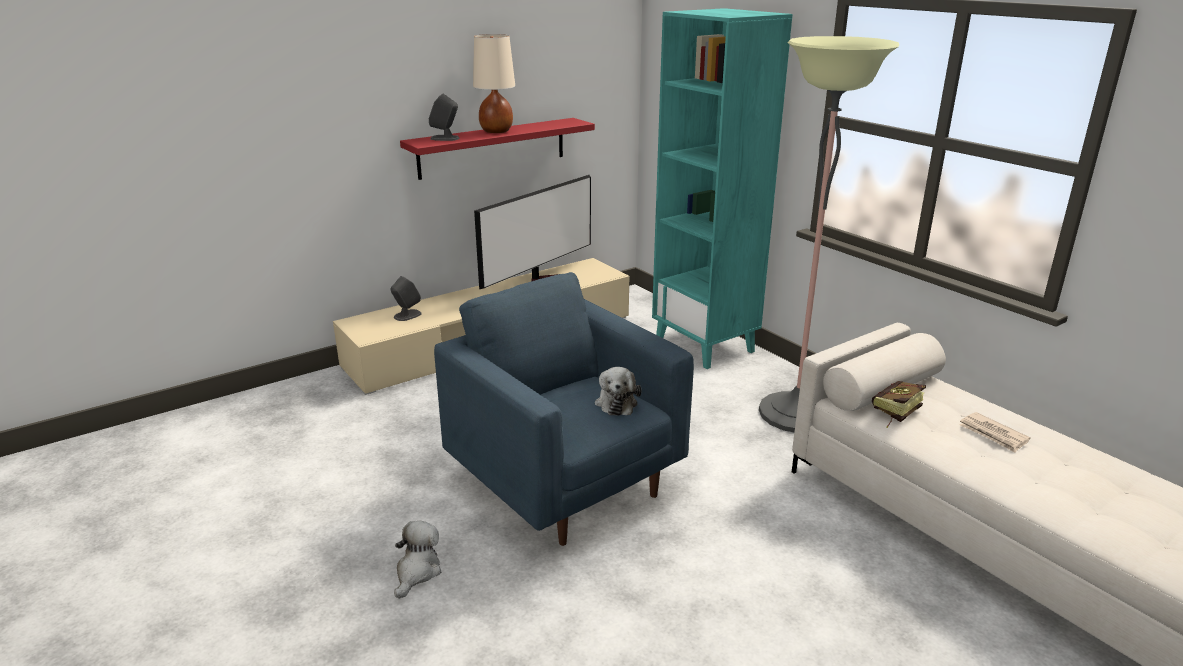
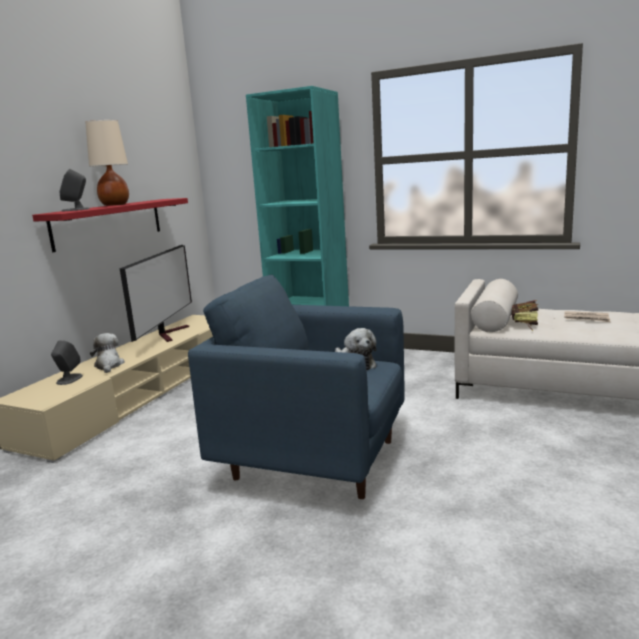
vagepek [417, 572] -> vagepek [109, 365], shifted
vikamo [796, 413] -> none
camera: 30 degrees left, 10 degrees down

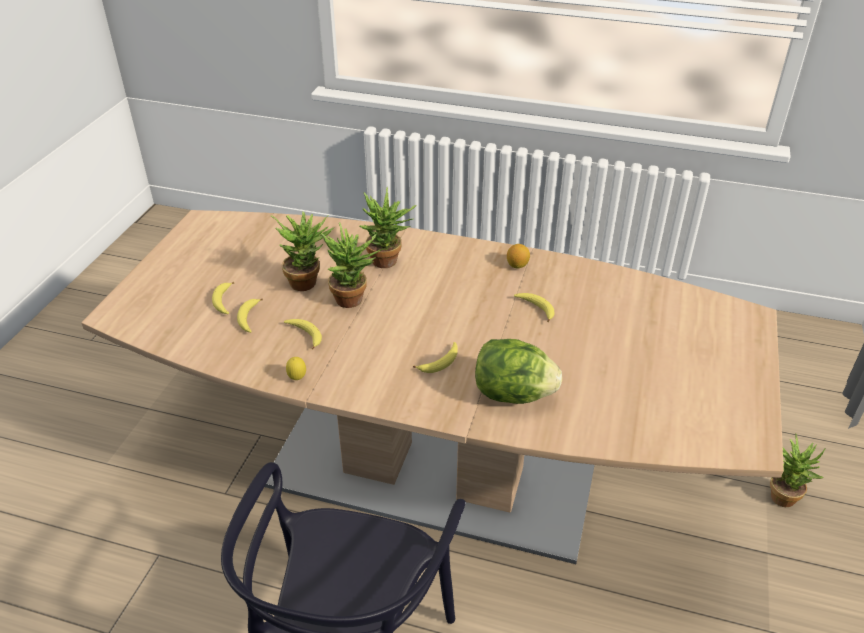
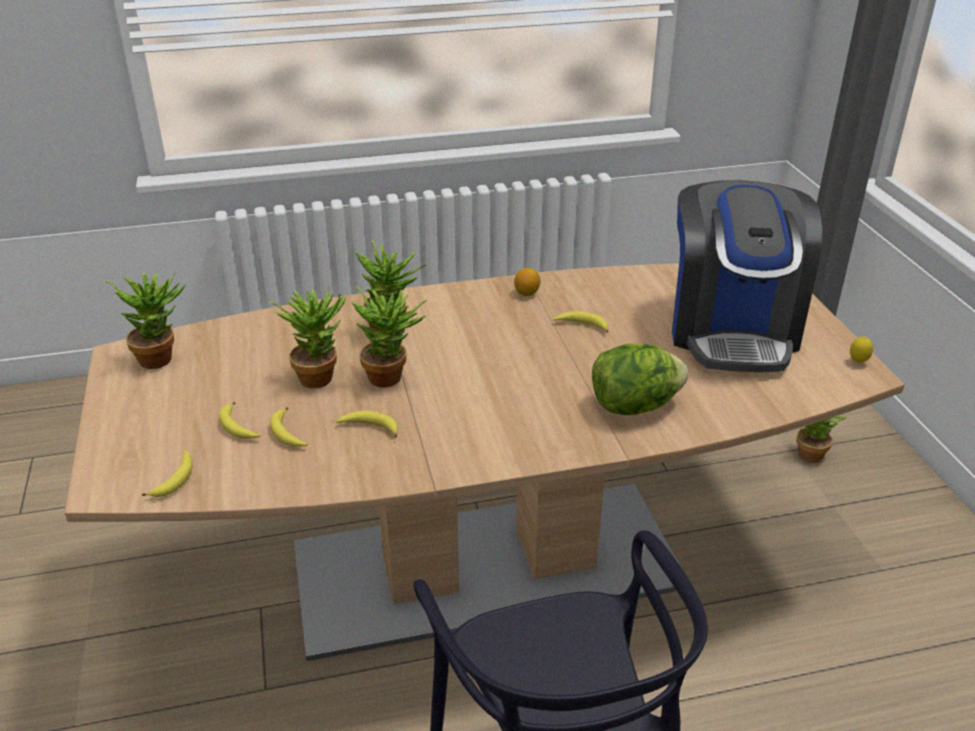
none -> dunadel [161, 357]
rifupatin [440, 362] -> rifupatin [175, 479], shifted
none -> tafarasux [732, 330]
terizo [297, 379] -> terizo [858, 362], shifted
camera: 30 degrees left, 5 degrees down

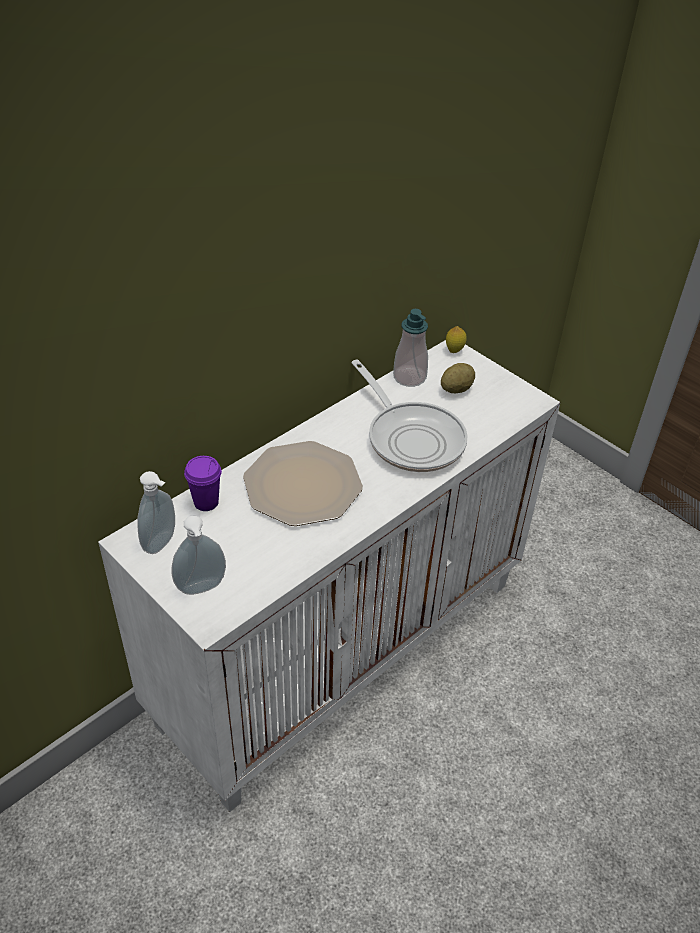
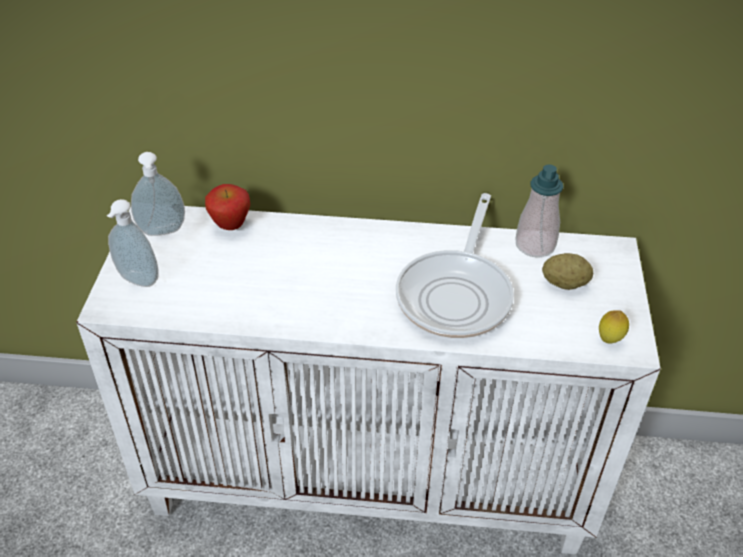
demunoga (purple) [206, 502] -> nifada [231, 226]
terizo [454, 351] -> terizo [609, 340], shifted
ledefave [301, 484] -> none
camera: 50 degrees right, 0 degrees up

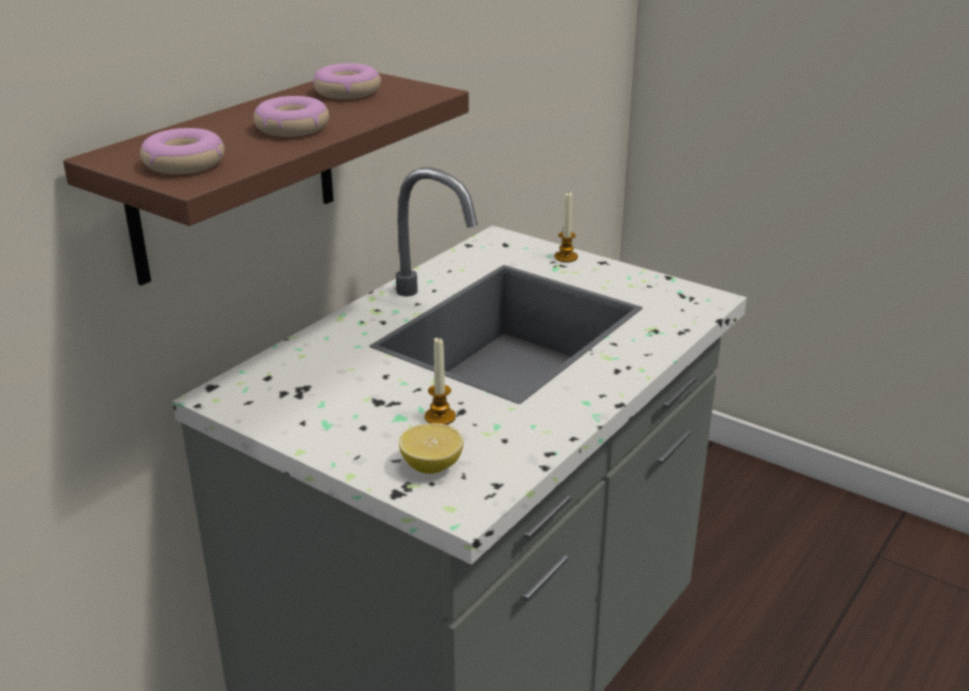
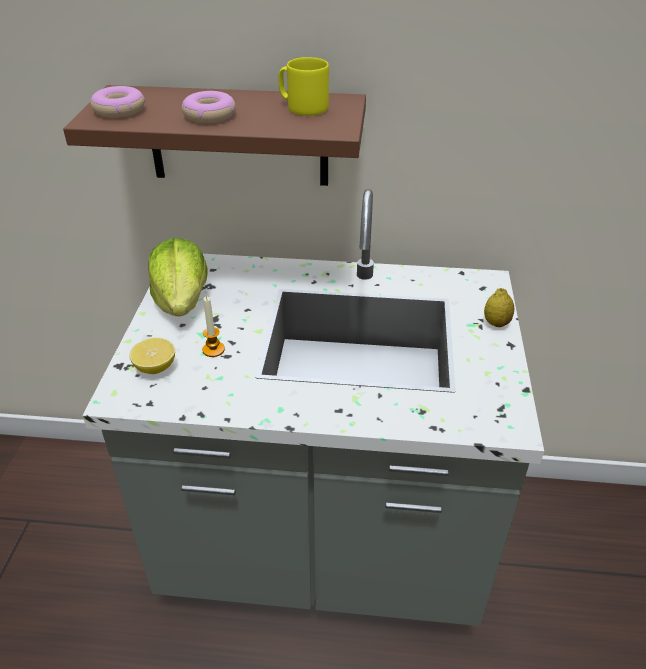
none -> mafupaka [182, 301]
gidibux [347, 92] -> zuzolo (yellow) [303, 107]
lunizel [566, 257] -> terizo [496, 323]
camera: 60 degrees right, 10 degrees up

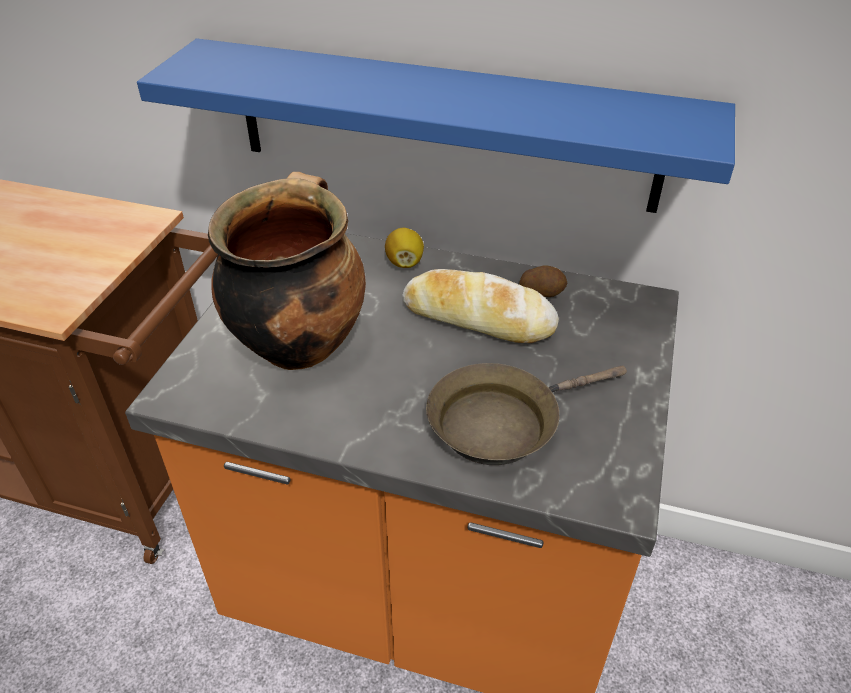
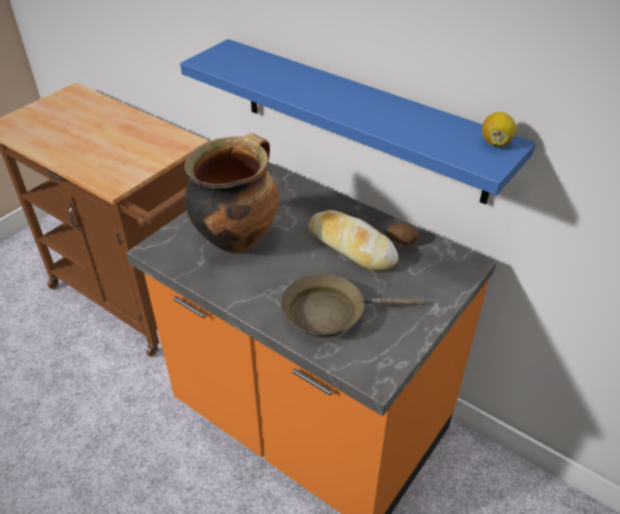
terizo [404, 262] -> terizo [495, 142], shifted
camera: 20 degrees right, 0 degrees up

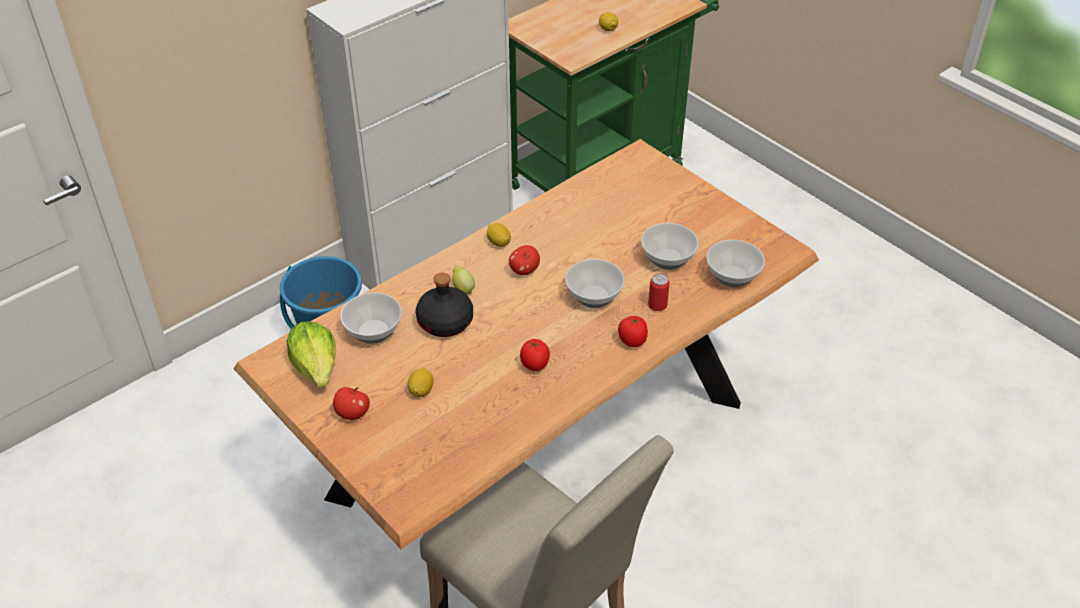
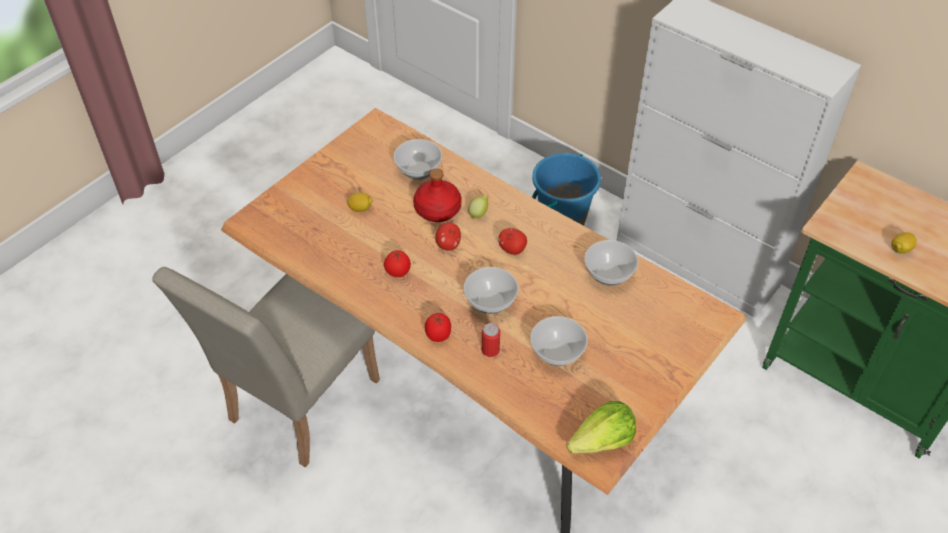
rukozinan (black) [446, 321] -> rukozinan (red) [438, 210]
nifada [352, 414] -> nifada [448, 245], shifted
mafupaka [317, 368] -> mafupaka [602, 441], shifted
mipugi [732, 275] -> mipugi [609, 274], shifted
terizo [498, 242] -> none
camera: 80 degrees right, 5 degrees up

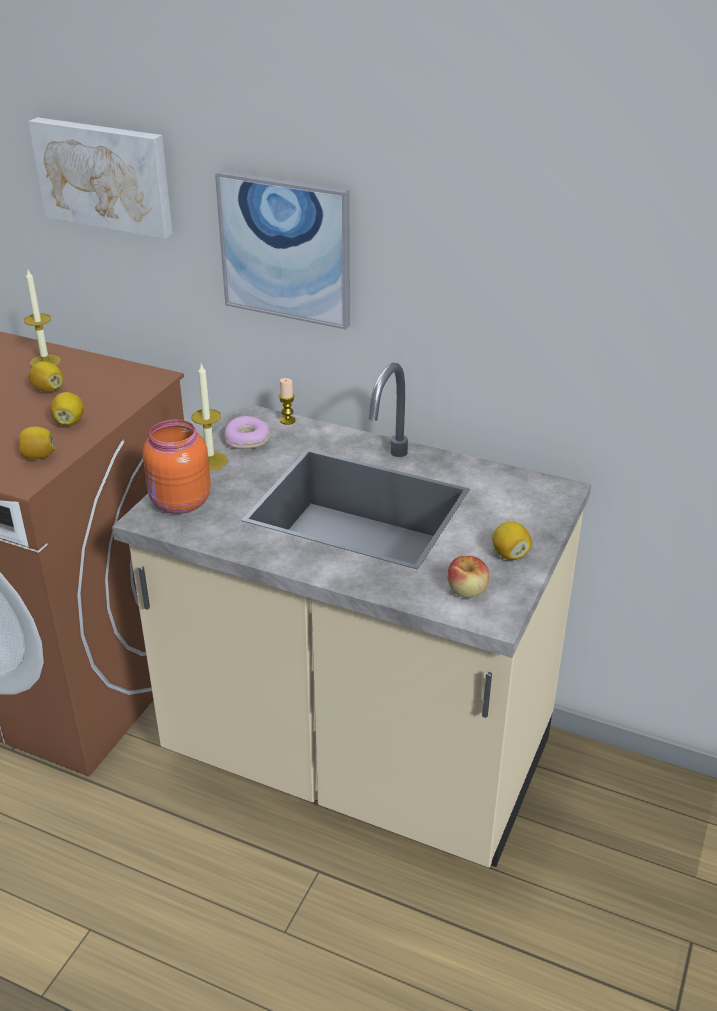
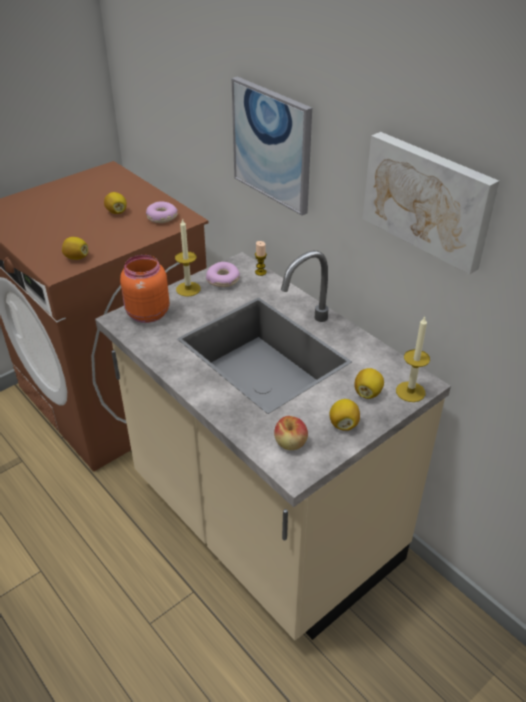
none -> gidibux [161, 217]
terizo [69, 422] -> terizo [367, 393], shifted
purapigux [105, 175] -> purapigux [428, 199], shifted
lunizel [45, 362] -> lunizel [410, 392], shifted
camera: 25 degrees right, 5 degrees up

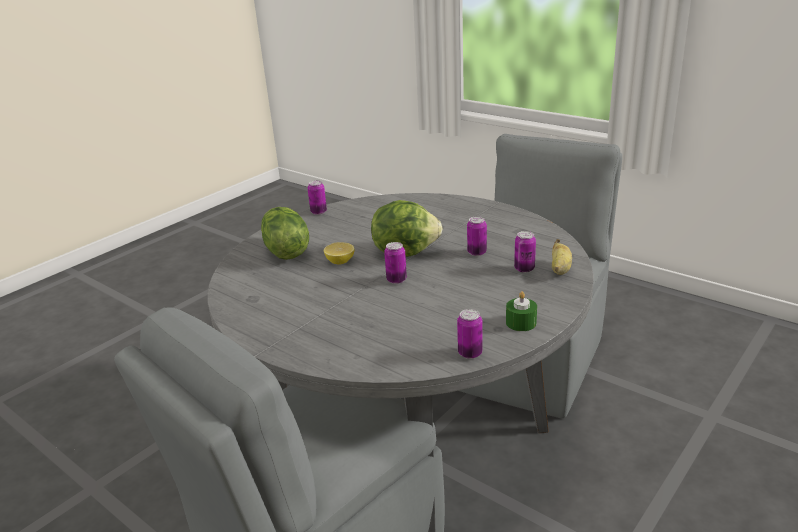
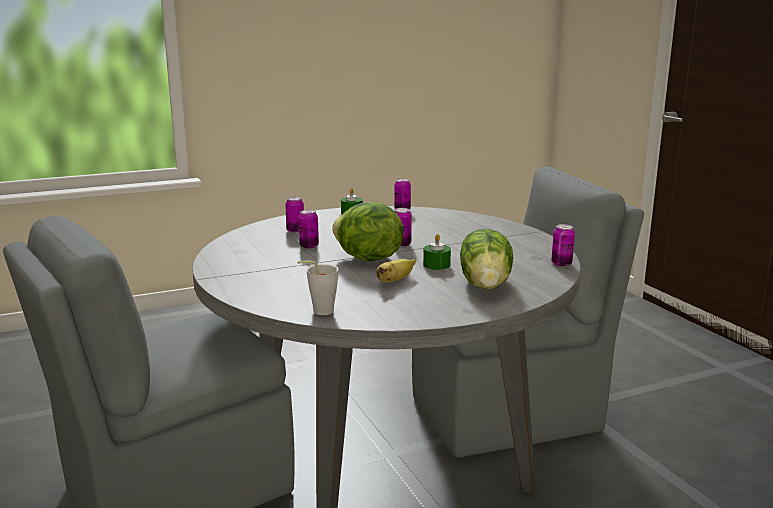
none -> demunoga (grey) [318, 312]
rifupatin [560, 269] -> rifupatin [394, 281], shifted
terizo [340, 261] -> lunizel (green) [436, 265]
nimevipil [318, 212] -> nimevipil [561, 264], shifted
camera: 155 degrees left, 10 degrees down

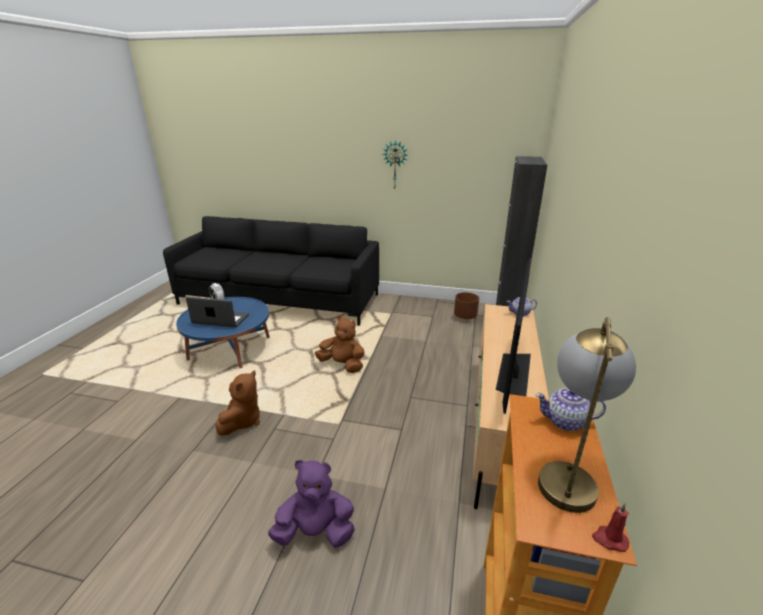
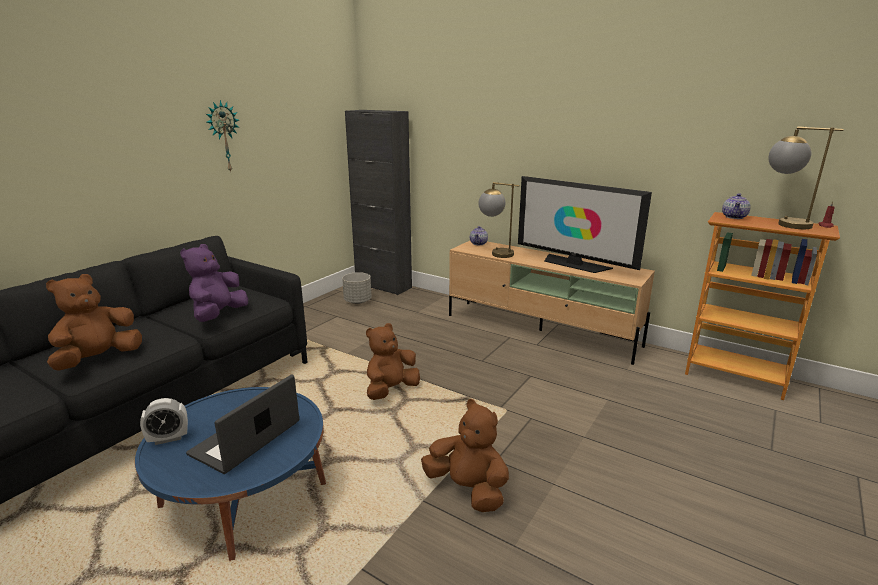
none -> vagepek (brown) [99, 359]
vagepek (purple) [315, 532] -> vagepek (purple) [218, 315], shifted
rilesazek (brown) [465, 316] -> rilesazek (grey) [357, 301]
none -> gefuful [495, 253]
camera: 70 degrees left, 5 degrees down

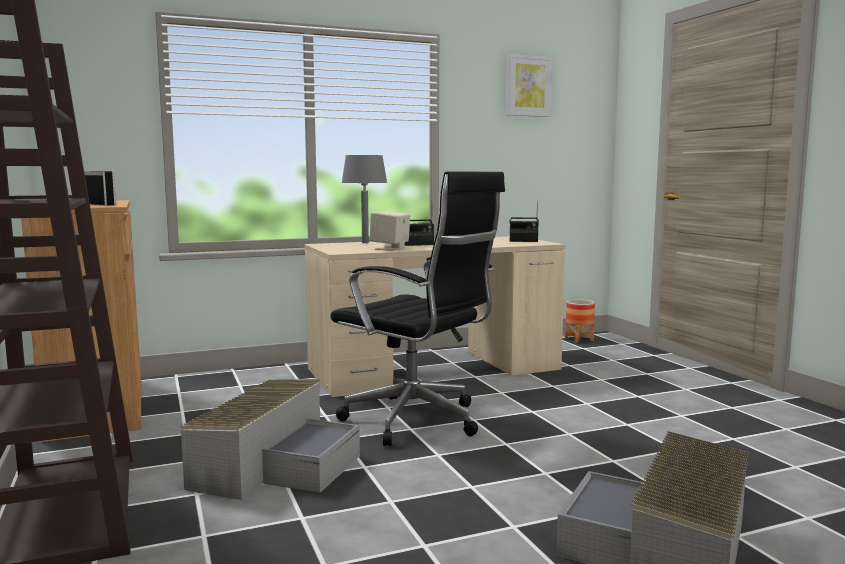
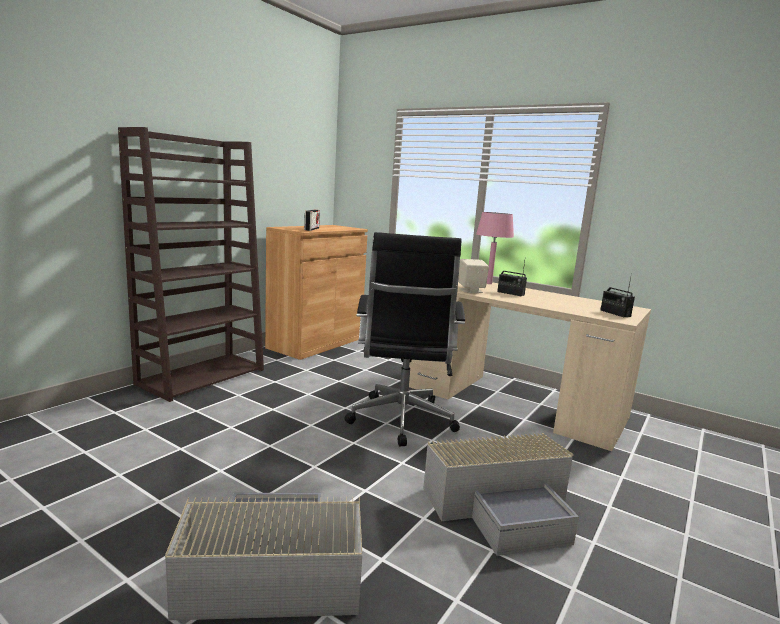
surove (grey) [276, 463] -> surove (grey) [502, 507], shifted
gefuful (grey) [365, 242] -> gefuful (pink) [489, 283]
purapigux [528, 86] -> none
rilesazek [579, 339] -> none
camera: 55 degrees right, 5 degrees up

